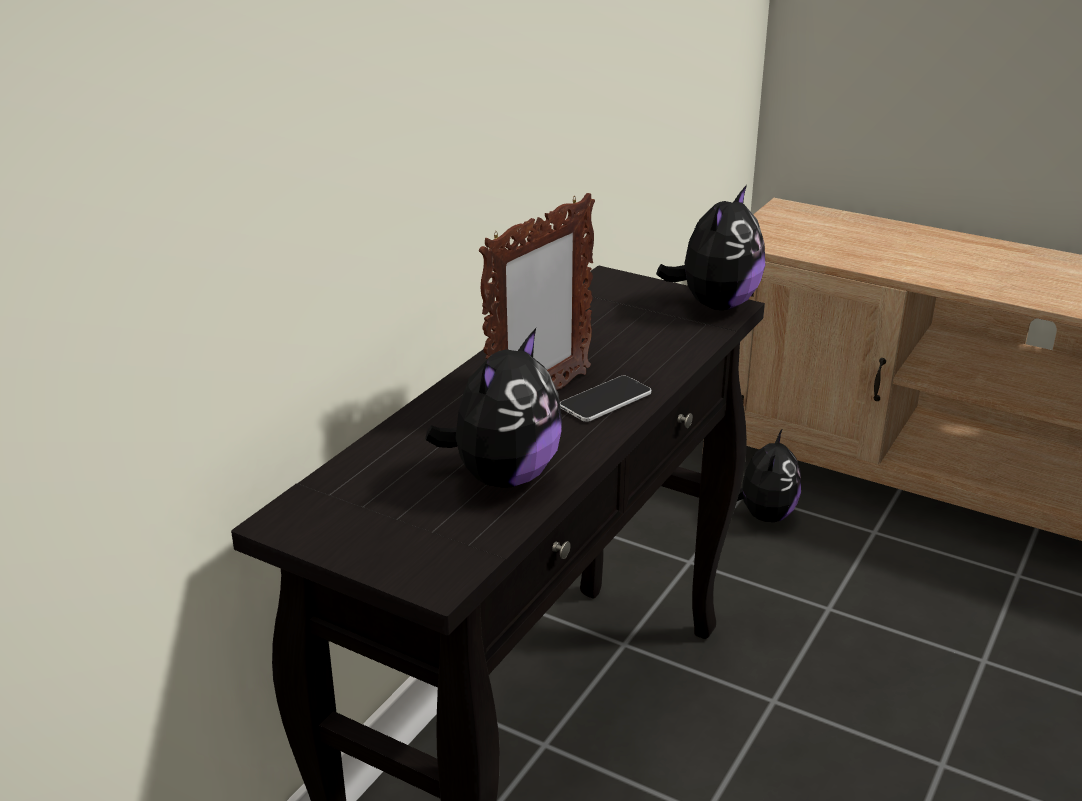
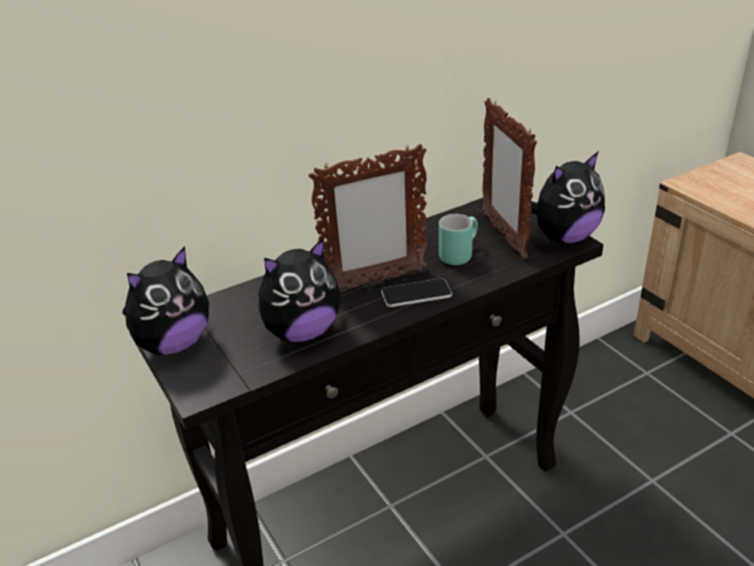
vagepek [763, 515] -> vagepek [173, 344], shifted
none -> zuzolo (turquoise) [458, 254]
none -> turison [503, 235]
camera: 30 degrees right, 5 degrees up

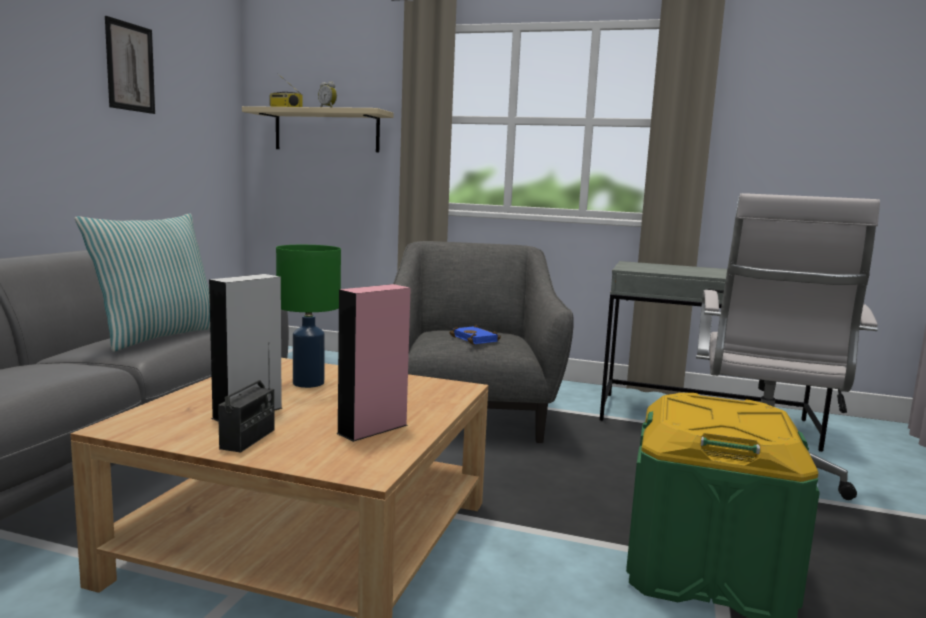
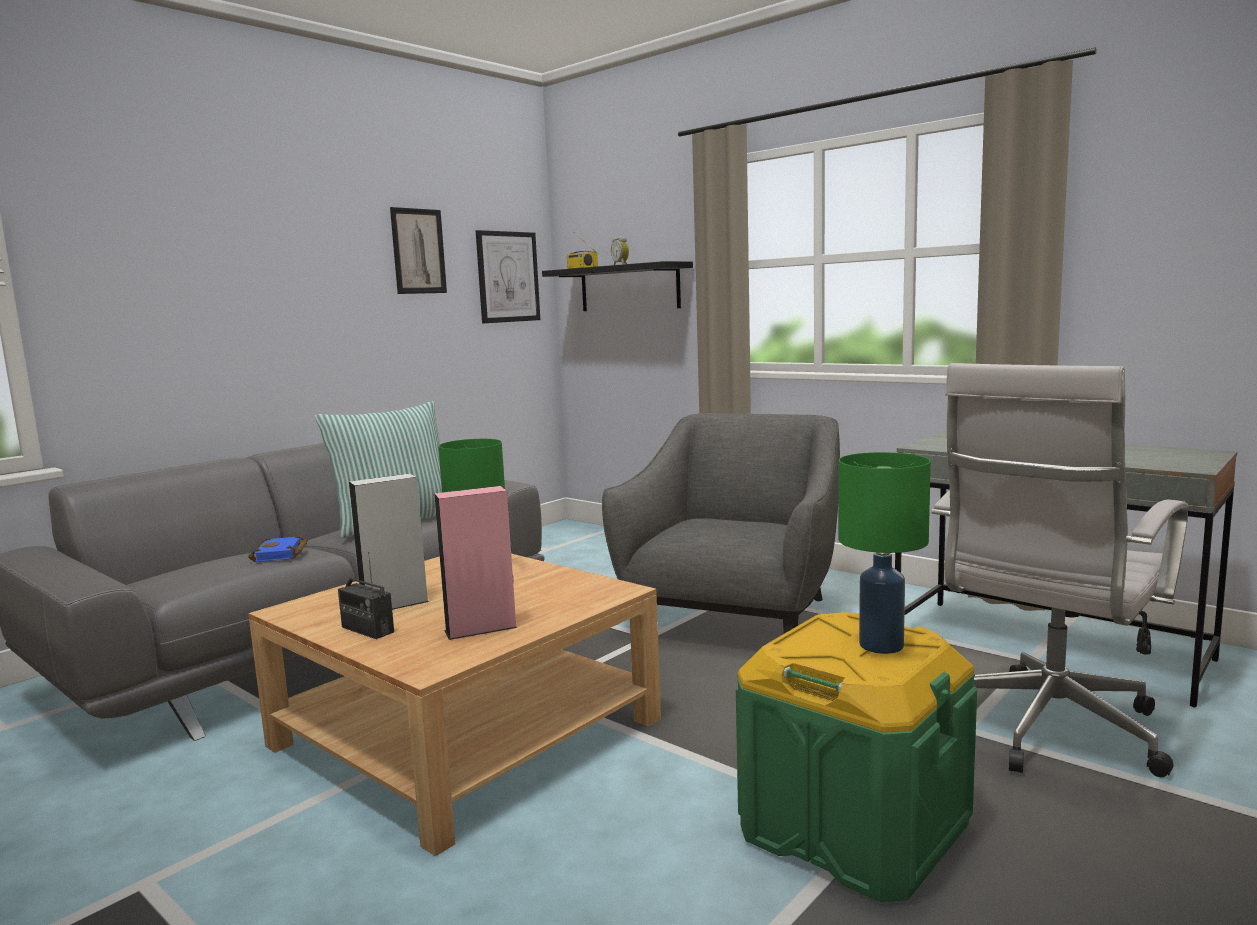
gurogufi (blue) [476, 339] -> gurogufi (blue) [281, 554], shifted
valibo [248, 439] -> valibo [367, 630], 90 degrees clockwise
none -> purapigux [508, 277]
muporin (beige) [326, 131] -> muporin (black) [629, 288]
none -> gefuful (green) [879, 645]
camera: 25 degrees right, 0 degrees up

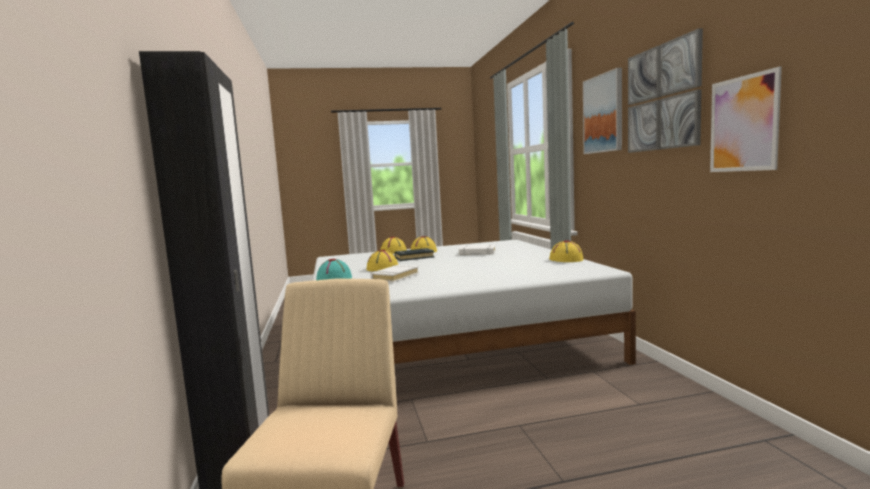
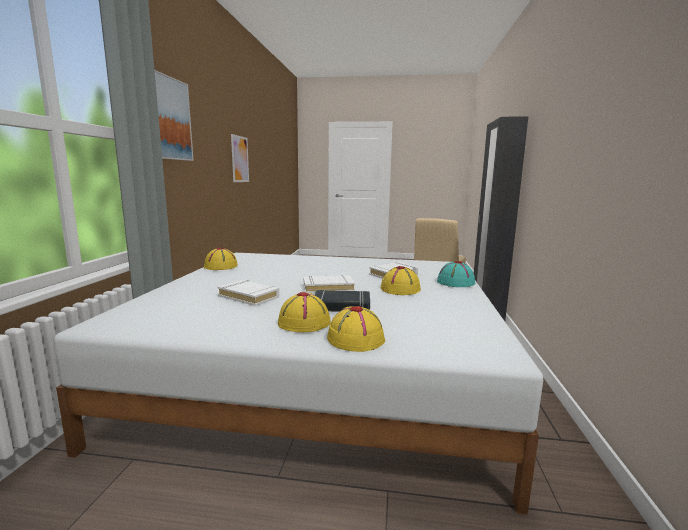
none -> gurogufi (white) [328, 288]
purapigux [663, 97] -> none
camera: 160 degrees left, 5 degrees up

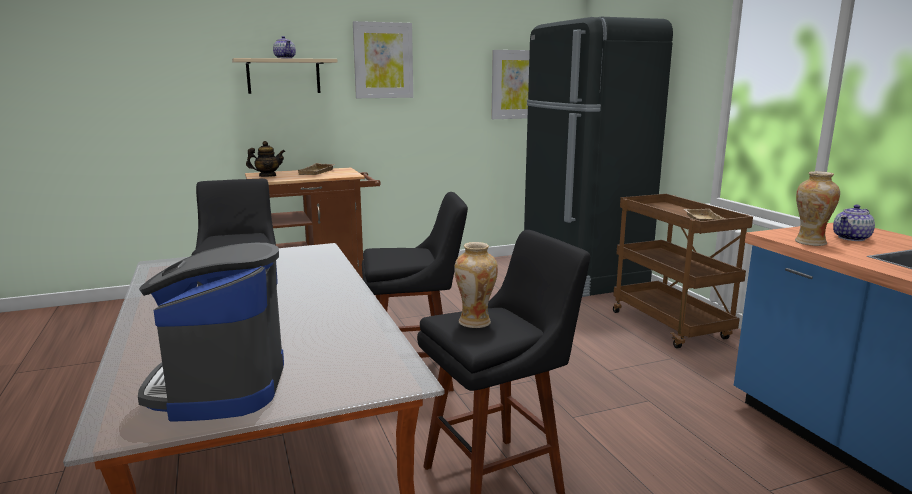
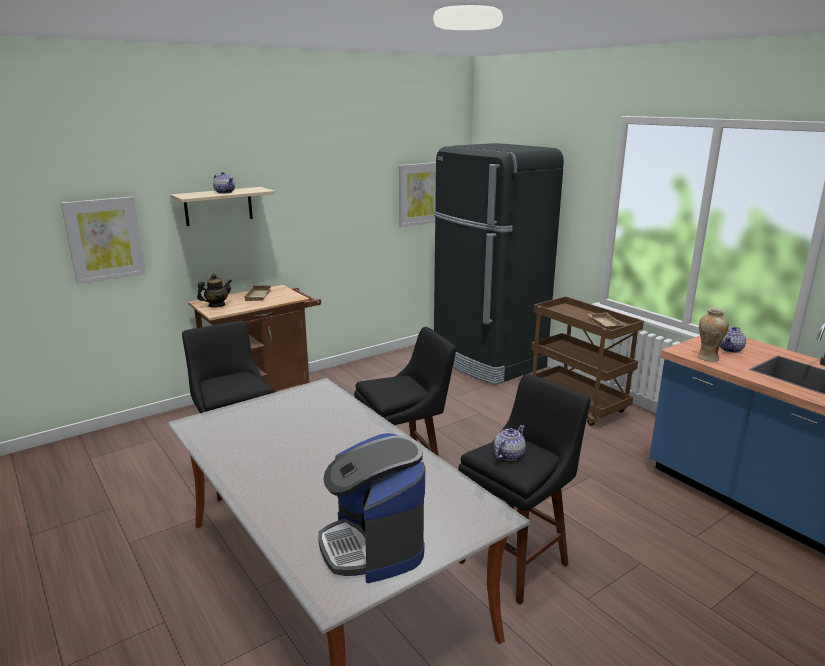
purapigux [383, 60] -> purapigux [104, 239], shifted
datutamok [475, 322] -> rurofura [508, 455]
camera: 15 degrees left, 5 degrees up

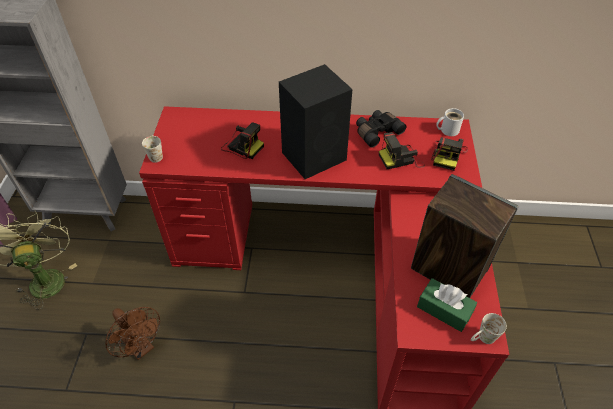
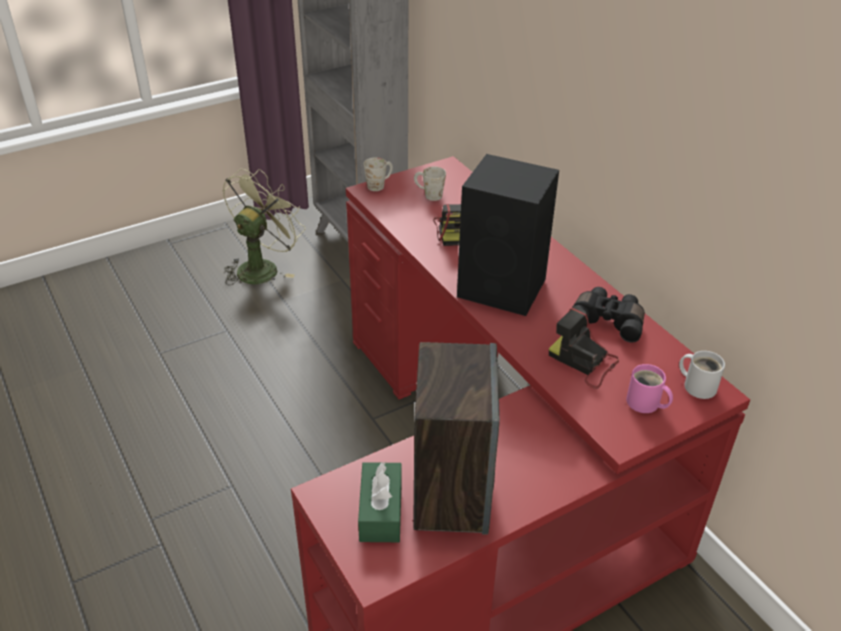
zuzolo (white) [482, 339] -> zuzolo (white) [428, 195], shifted
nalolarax [448, 155] -> zuzolo (pink) [645, 404]
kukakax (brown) [141, 347] -> none
camera: 55 degrees right, 10 degrees down

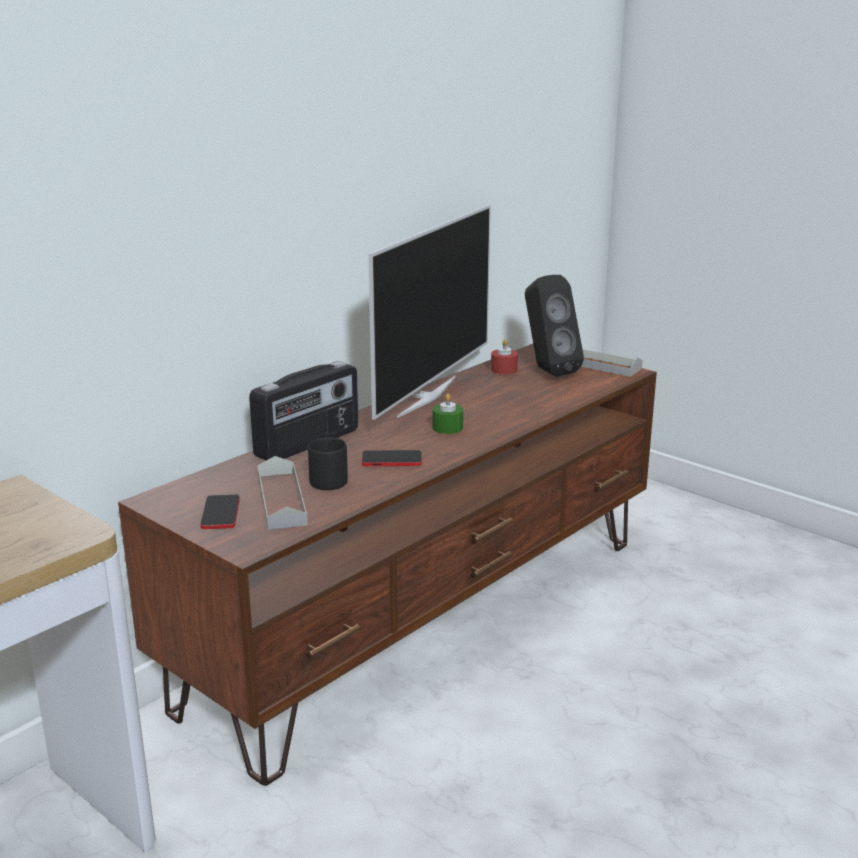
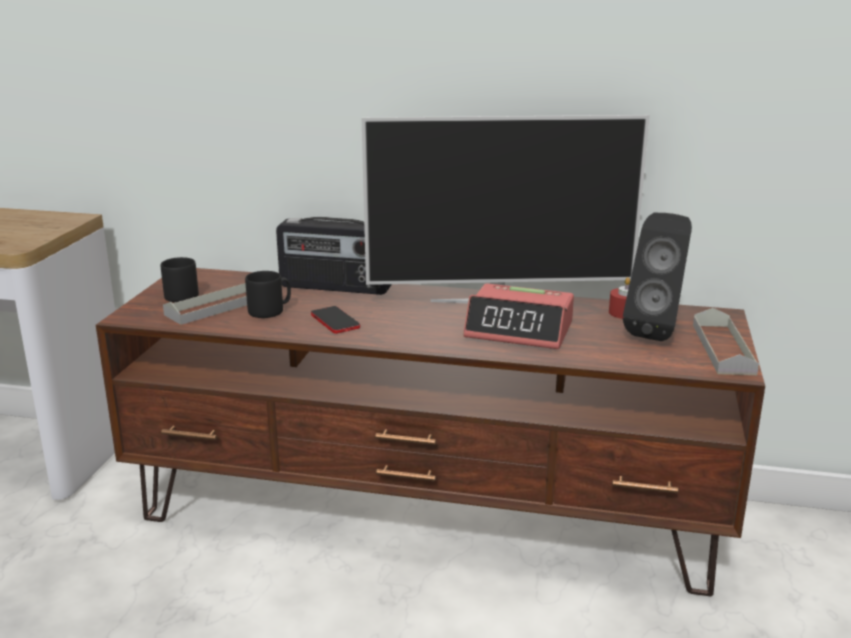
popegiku [220, 513] -> zuzolo (black) [179, 295]
none -> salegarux [519, 330]
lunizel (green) [447, 427] -> none
camera: 60 degrees right, 0 degrees up

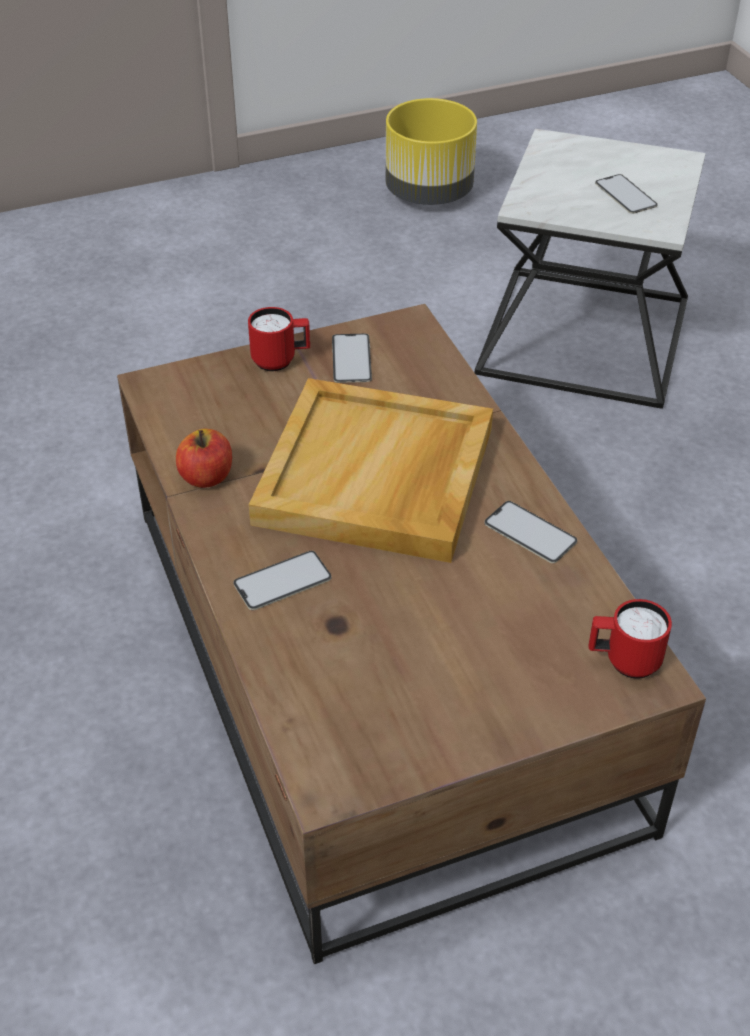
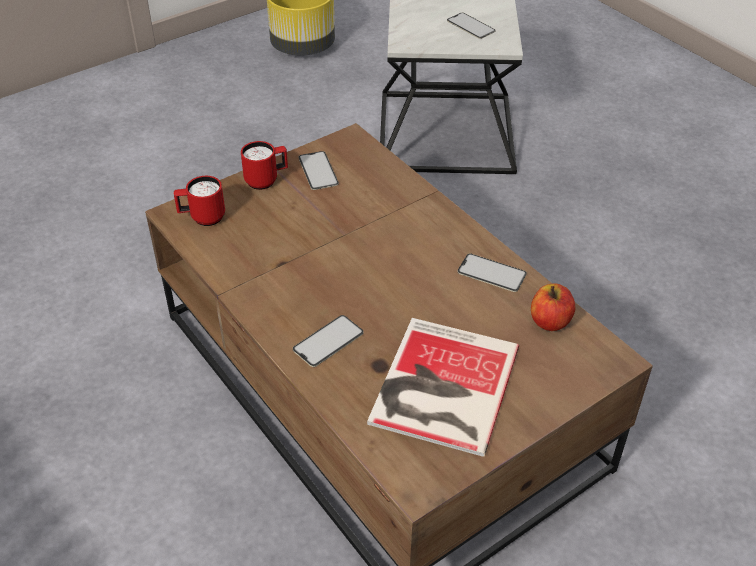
zuzolo (red) [623, 661] -> zuzolo (red) [202, 218], shifted
none -> gurogufi [440, 387]
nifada [206, 477] -> nifada [550, 321], shifted
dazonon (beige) [377, 477] -> none
camera: 15 degrees left, 0 degrees up

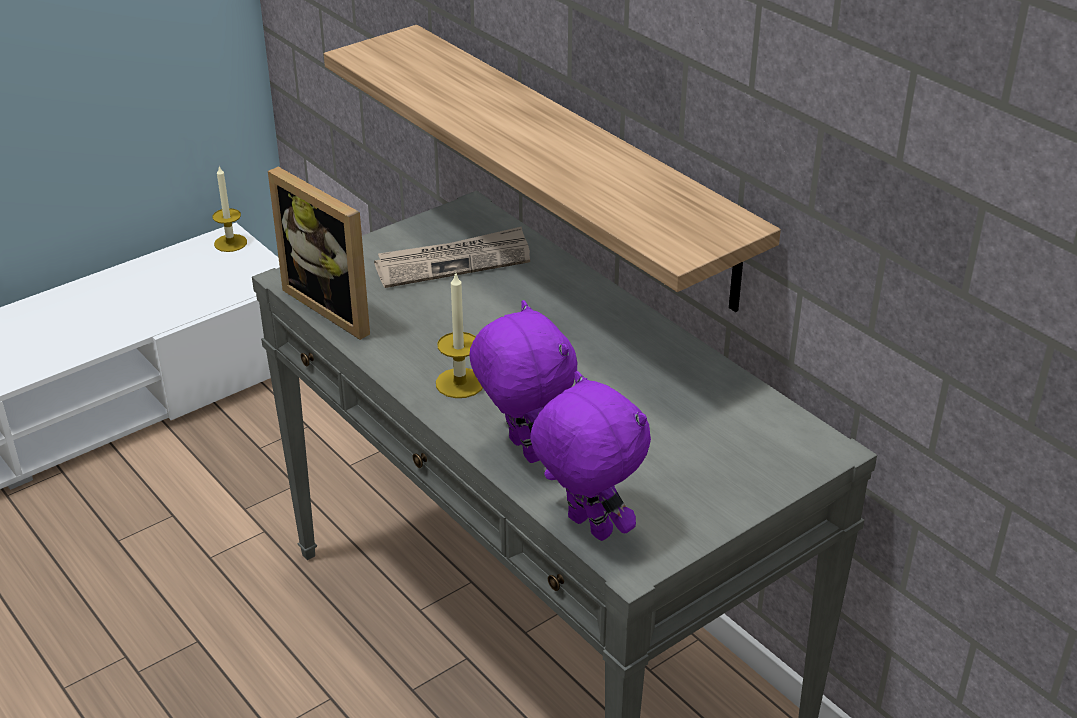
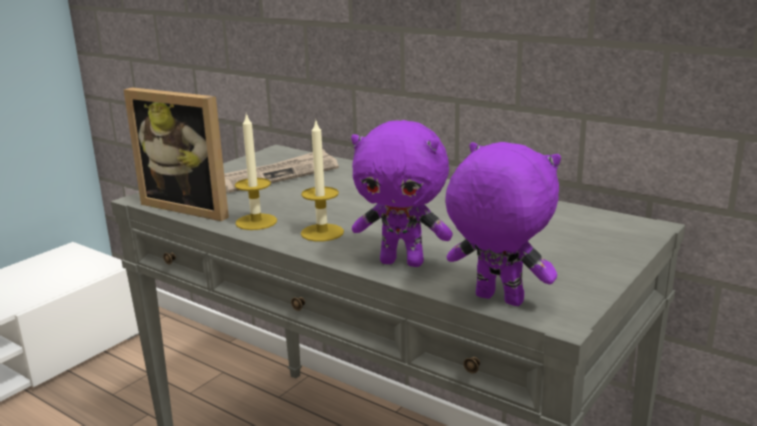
lunizel [230, 243] -> lunizel [256, 222], shifted
vagepek (purple) [522, 450] -> vagepek (purple) [403, 262], 150 degrees clockwise
muporin [575, 162] -> none
camera: 15 degrees left, 15 degrees down

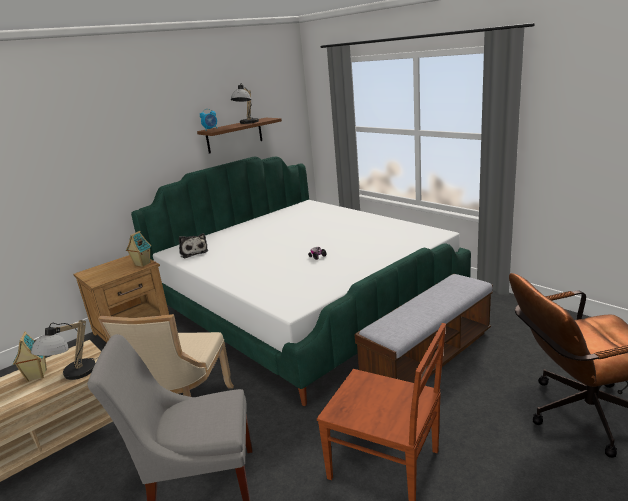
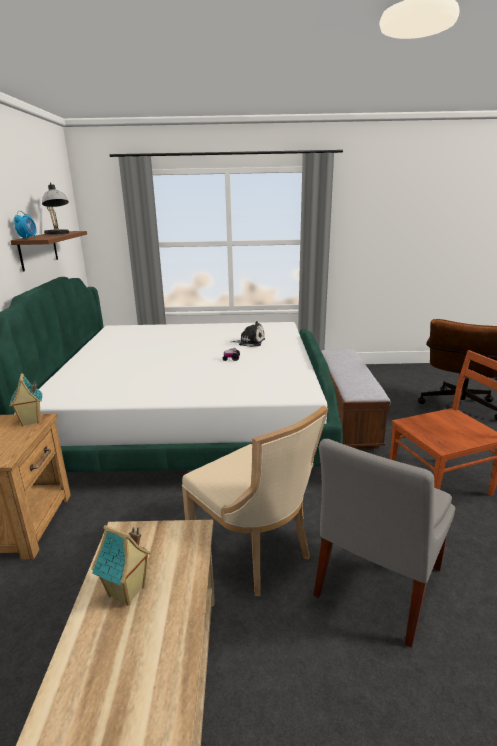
vagepek [193, 252] -> vagepek [250, 342], shifted
gefuful [72, 375] -> none
camera: 50 degrees left, 0 degrees up

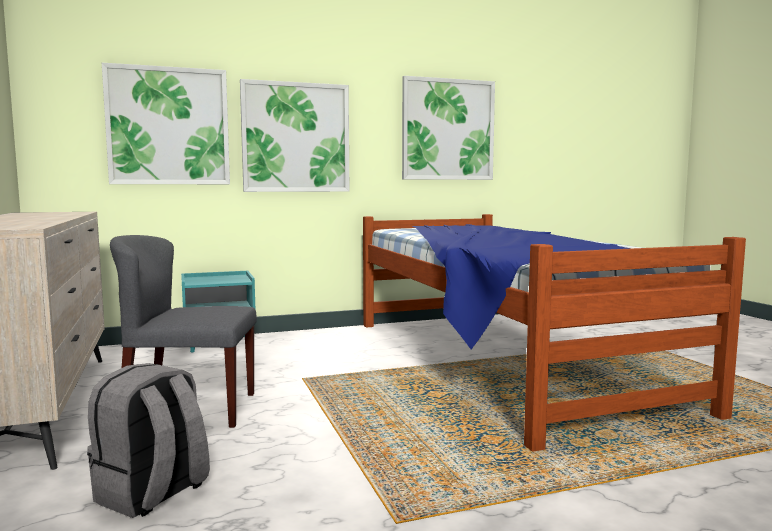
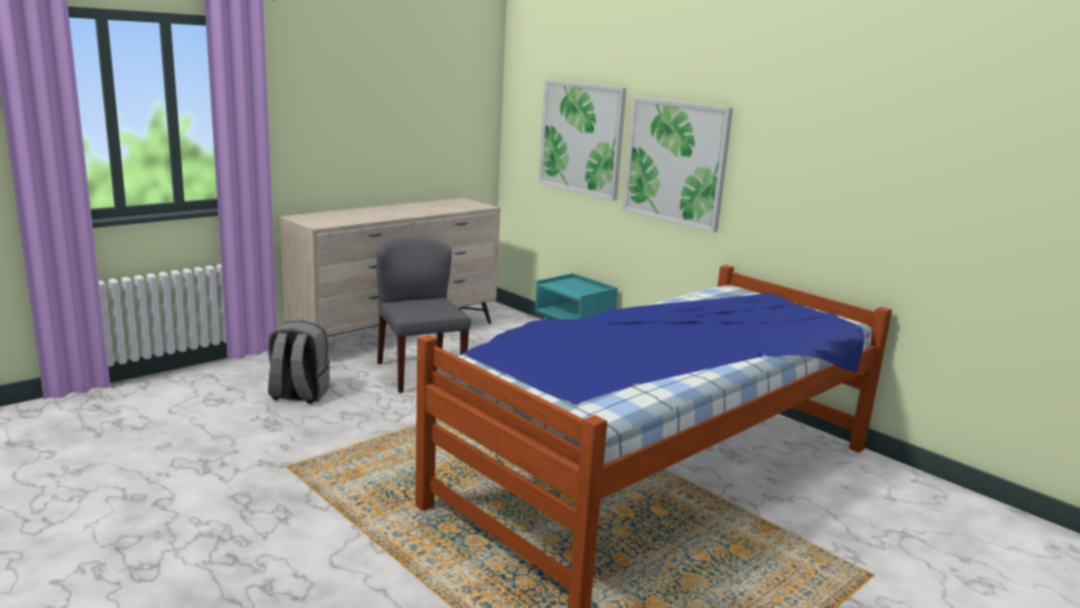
purapigux [448, 130] -> none
camera: 65 degrees right, 10 degrees up

